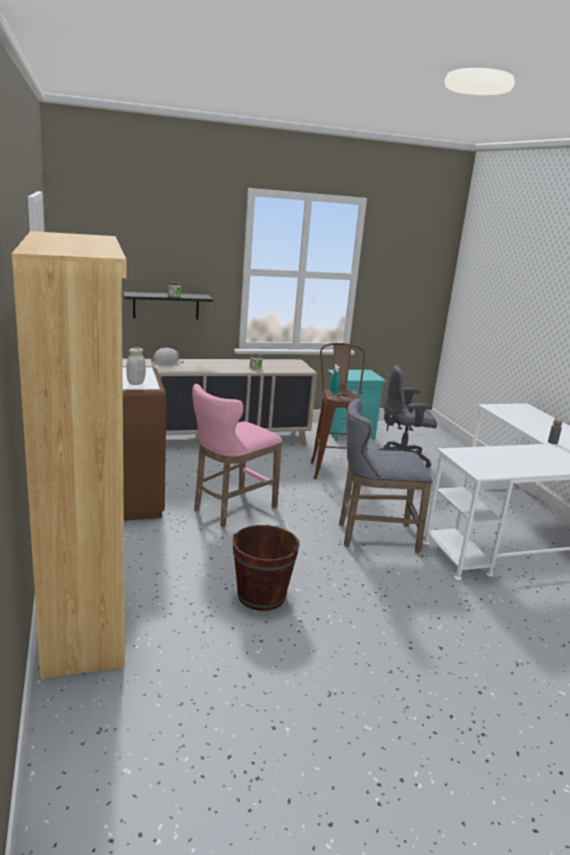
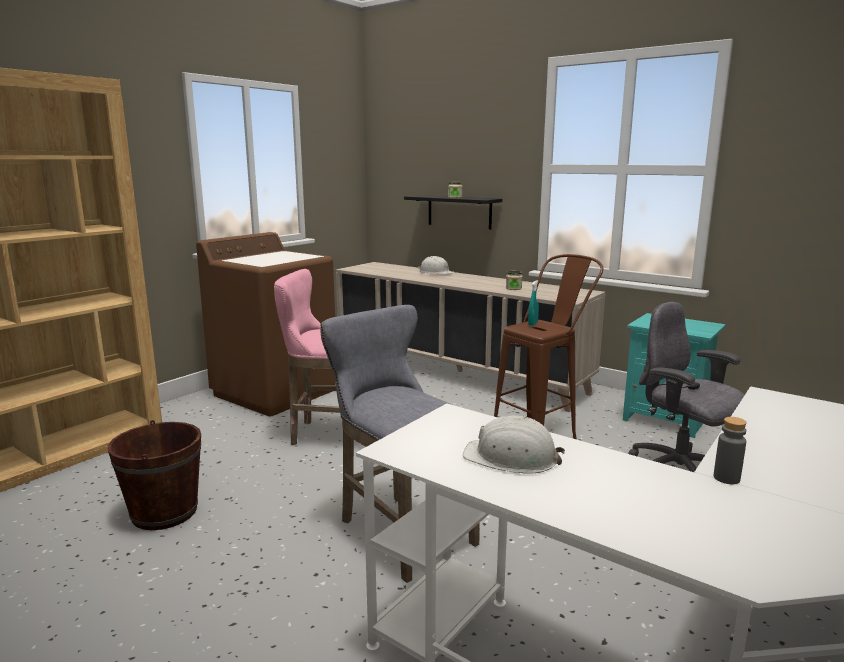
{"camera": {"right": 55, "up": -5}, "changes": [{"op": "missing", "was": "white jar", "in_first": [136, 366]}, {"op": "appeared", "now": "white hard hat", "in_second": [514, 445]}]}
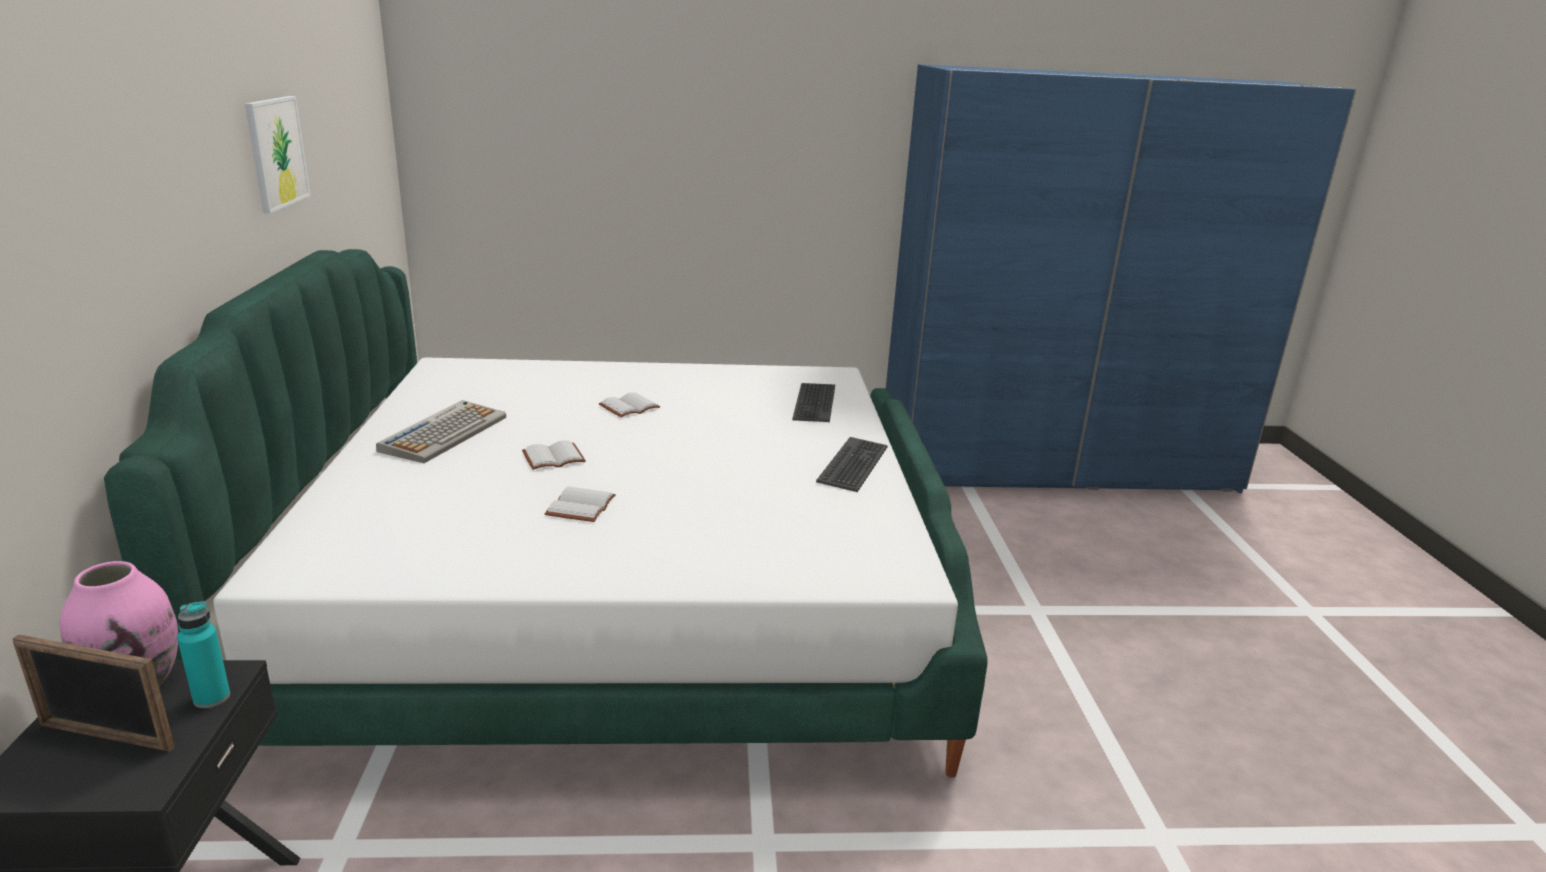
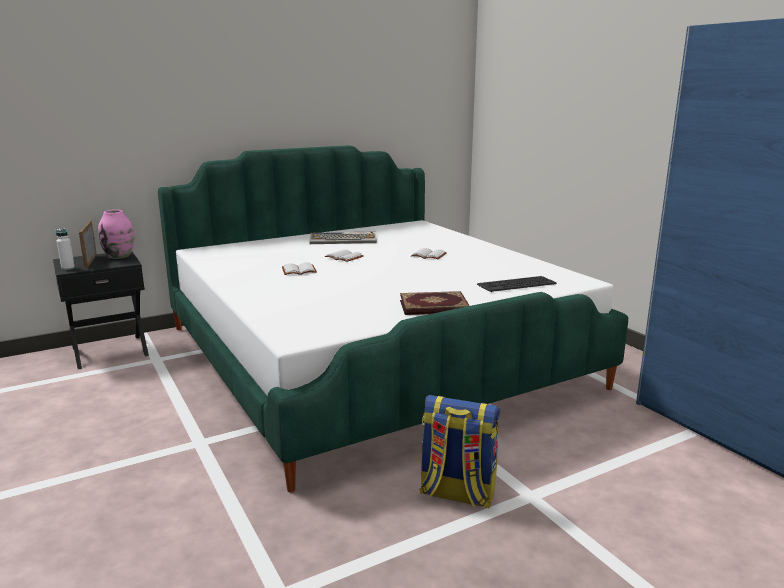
{"camera": {"right": 65, "up": -5}, "changes": [{"op": "missing", "was": "picture", "in_first": [278, 154]}, {"op": "exchanged", "was": "keyboard", "now": "book", "in_first": [852, 464], "in_second": [435, 303]}, {"op": "missing", "was": "turquoise bottle", "in_first": [203, 654]}, {"op": "appeared", "now": "white bottle", "in_second": [65, 249]}, {"op": "appeared", "now": "backpack", "in_second": [459, 451]}]}
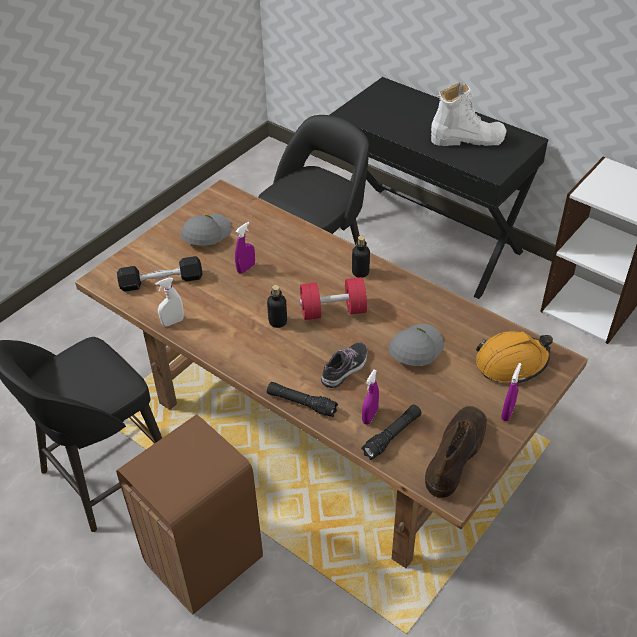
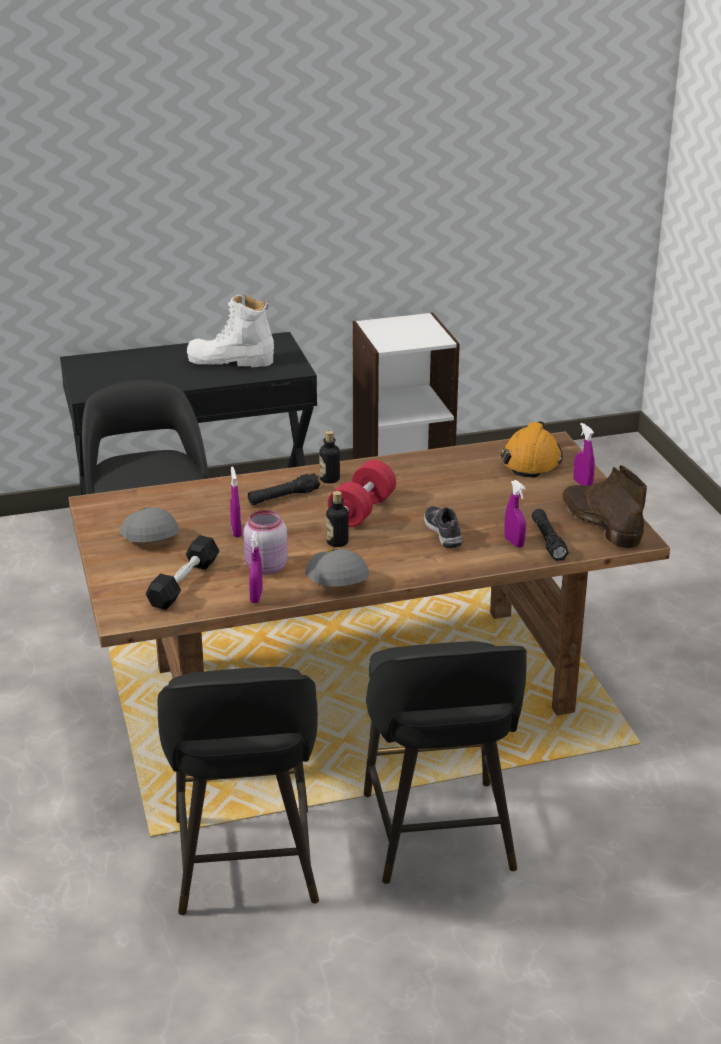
{"camera": {"right": -55, "up": -15}, "changes": [{"op": "spun", "was": "white boot", "in_first": [468, 114], "in_second": [230, 330], "clockwise": -120}, {"op": "colour", "was": "white spray bottle", "now": "purple spray bottle", "in_first": [169, 302], "in_second": [255, 567]}, {"op": "relocated", "was": "grey cap", "in_first": [416, 345], "in_second": [337, 567]}, {"op": "relocated", "was": "black flashlight", "in_first": [302, 399], "in_second": [284, 489]}, {"op": "exchanged", "was": "brown trash can", "now": "black stool", "in_first": [189, 514], "in_second": [445, 762]}, {"op": "appeared", "now": "pink jar", "in_second": [266, 542]}]}
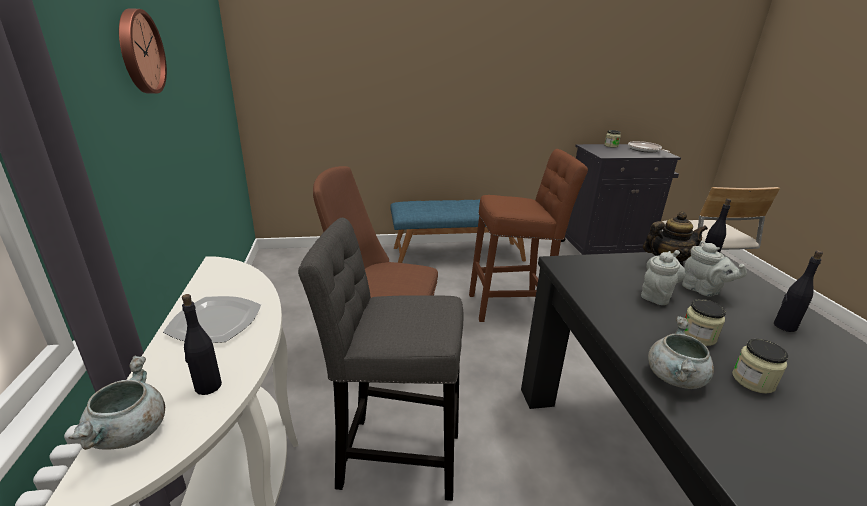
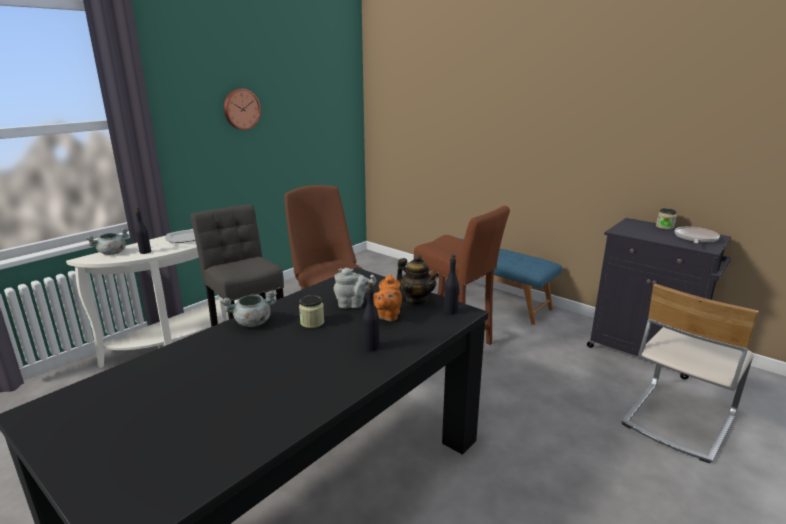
{"camera": {"right": 50, "up": -5}, "changes": [{"op": "colour", "was": "grey teapot", "now": "orange teapot", "in_first": [714, 269], "in_second": [388, 297]}, {"op": "missing", "was": "jar", "in_first": [760, 366]}]}
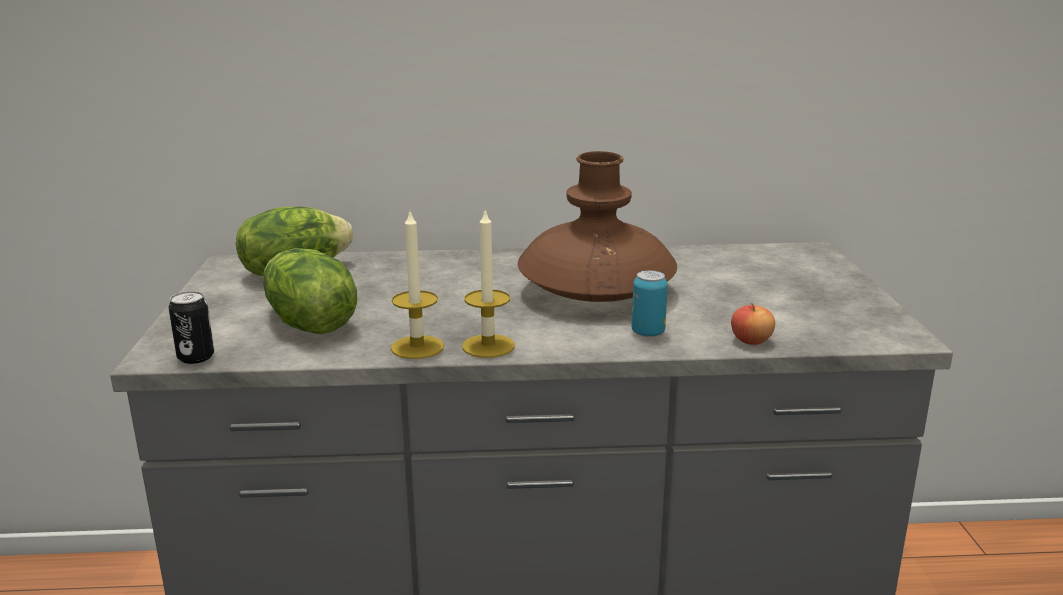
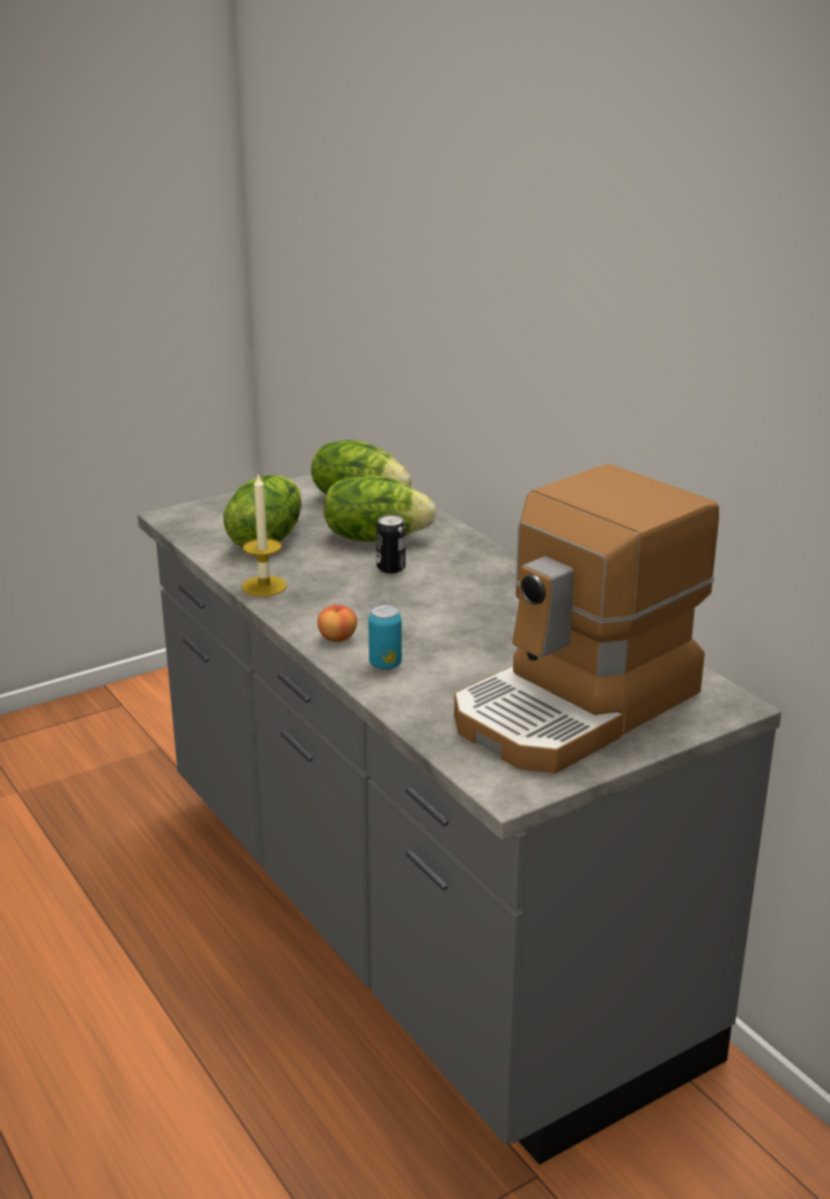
{"camera": {"right": 60, "up": 5}, "changes": [{"op": "missing", "was": "brown vase", "in_first": [597, 226]}, {"op": "missing", "was": "candle", "in_first": [488, 283]}, {"op": "relocated", "was": "can", "in_first": [191, 327], "in_second": [391, 544]}, {"op": "relocated", "was": "apple", "in_first": [753, 324], "in_second": [337, 622]}, {"op": "appeared", "now": "coffee machine", "in_second": [586, 618]}, {"op": "appeared", "now": "lettuce", "in_second": [380, 508]}]}
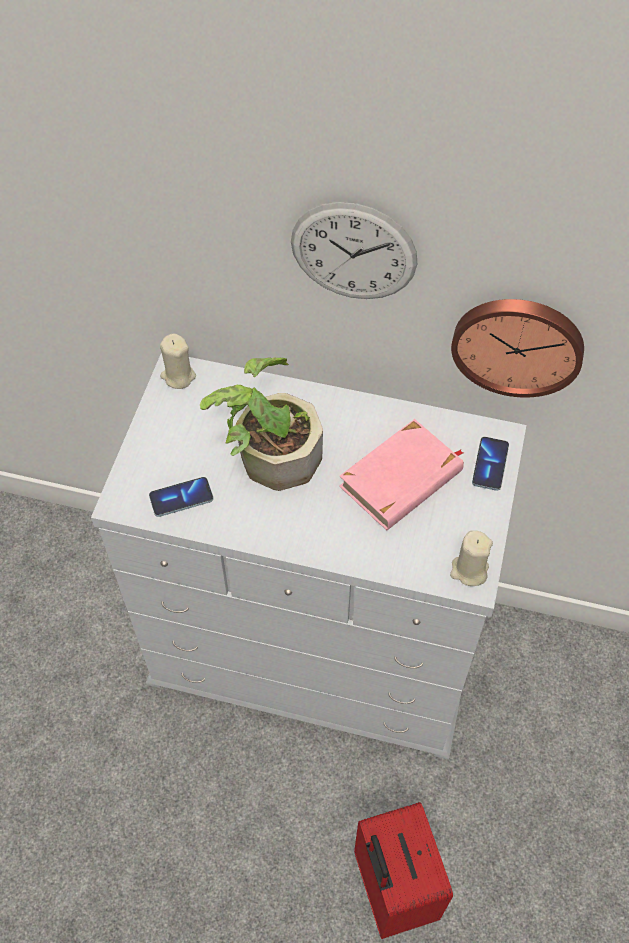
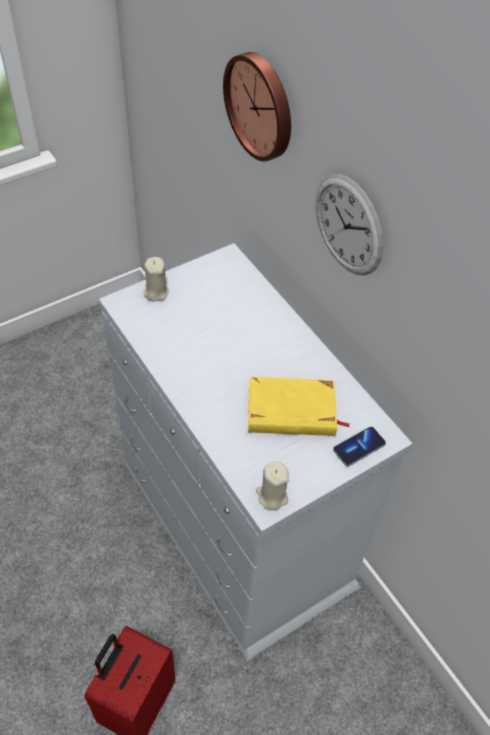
{"camera": {"right": 40, "up": -5}, "changes": [{"op": "relocated", "was": "wall clock", "in_first": [517, 348], "in_second": [257, 106]}, {"op": "relocated", "was": "beige candle", "in_first": [178, 361], "in_second": [156, 279]}, {"op": "missing", "was": "potted plant", "in_first": [261, 424]}, {"op": "colour", "was": "pink book", "now": "yellow book", "in_first": [401, 474], "in_second": [299, 406]}, {"op": "missing", "was": "phone", "in_first": [181, 497]}]}
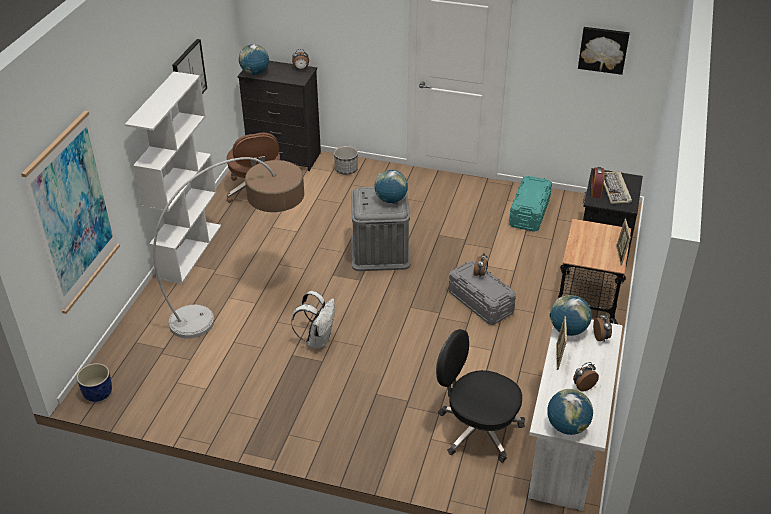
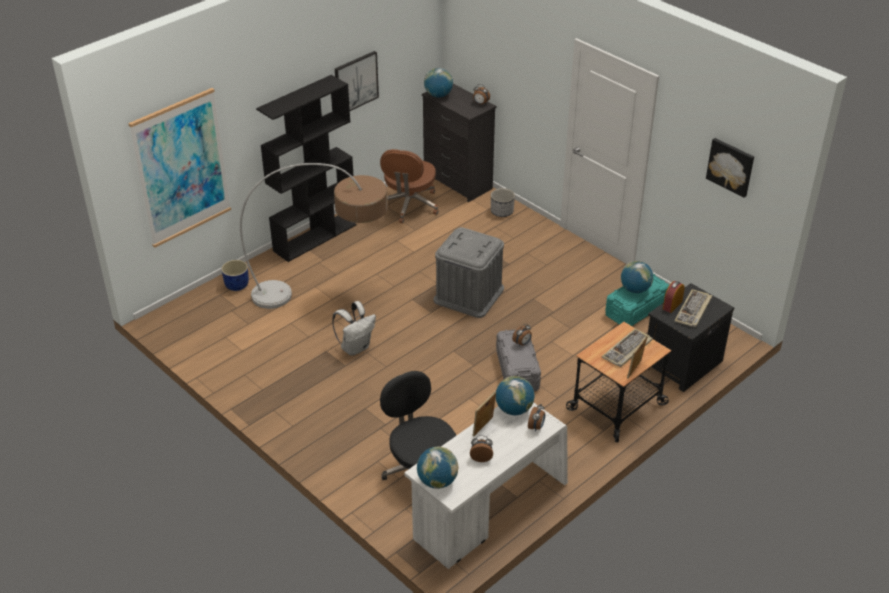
{"camera": {"right": 30, "up": 0}, "changes": [{"op": "colour", "was": "white bookcase", "now": "black bookcase", "in_first": [173, 178], "in_second": [306, 168]}, {"op": "relocated", "was": "globe", "in_first": [391, 186], "in_second": [637, 277]}, {"op": "relocated", "was": "blue planter", "in_first": [94, 382], "in_second": [235, 275]}, {"op": "appeared", "now": "keyboard", "in_second": [627, 347]}]}
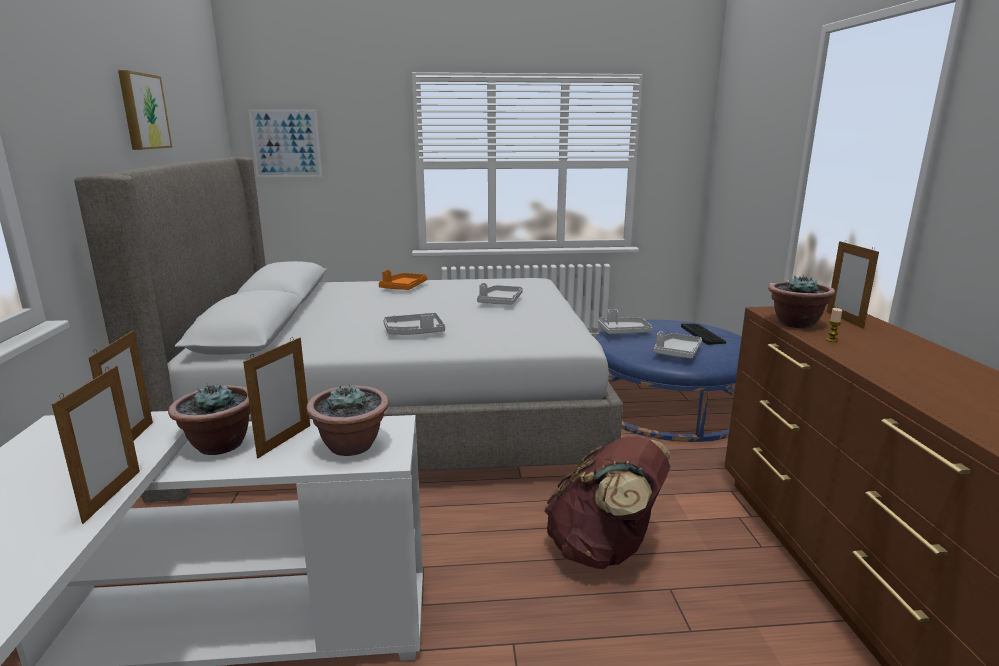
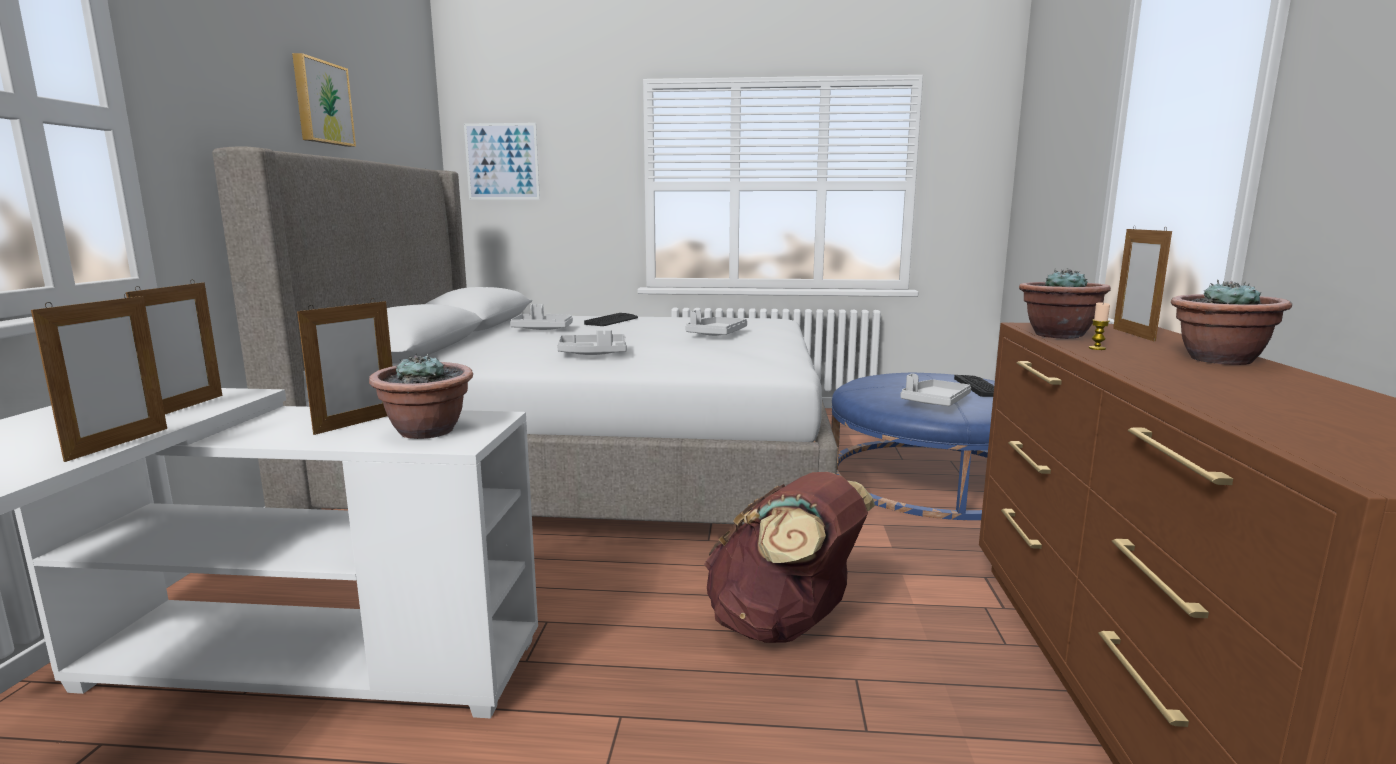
{"camera": {"right": 10, "up": -5}, "changes": [{"op": "exchanged", "was": "orange tray", "now": "keyboard", "in_first": [403, 280], "in_second": [611, 319]}, {"op": "relocated", "was": "grey tray", "in_first": [625, 321], "in_second": [541, 317]}, {"op": "relocated", "was": "potted plant", "in_first": [209, 418], "in_second": [1231, 322]}]}
